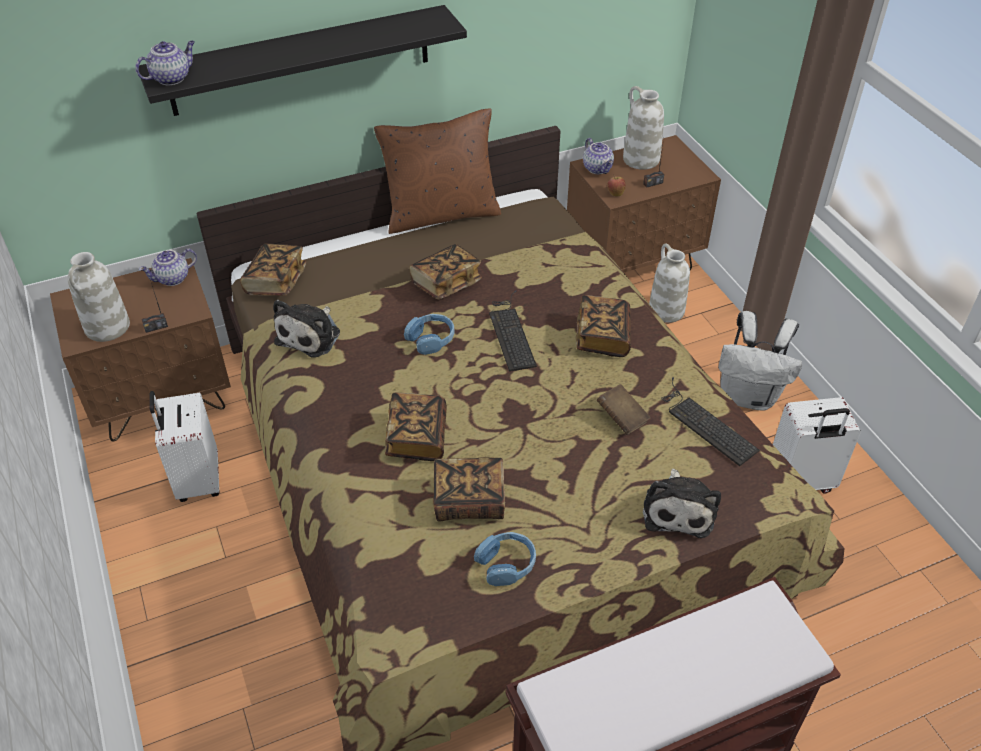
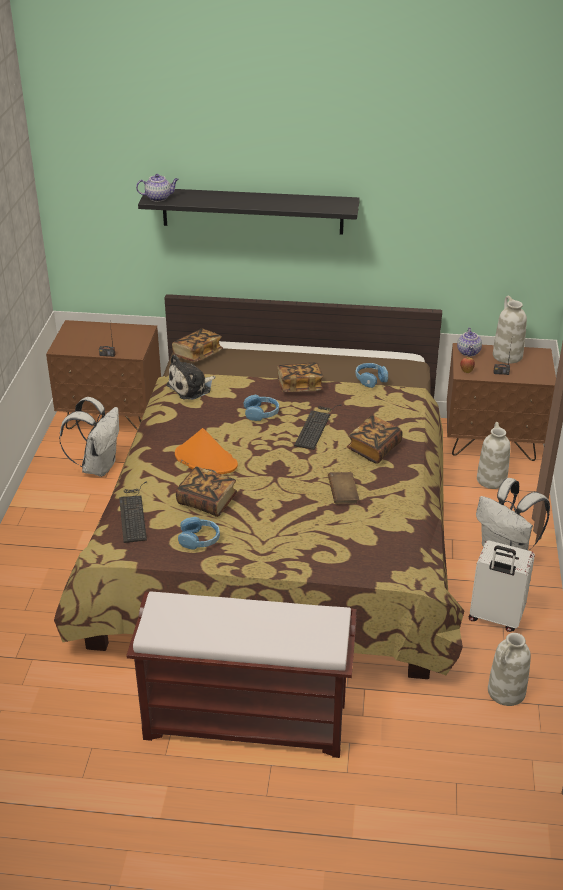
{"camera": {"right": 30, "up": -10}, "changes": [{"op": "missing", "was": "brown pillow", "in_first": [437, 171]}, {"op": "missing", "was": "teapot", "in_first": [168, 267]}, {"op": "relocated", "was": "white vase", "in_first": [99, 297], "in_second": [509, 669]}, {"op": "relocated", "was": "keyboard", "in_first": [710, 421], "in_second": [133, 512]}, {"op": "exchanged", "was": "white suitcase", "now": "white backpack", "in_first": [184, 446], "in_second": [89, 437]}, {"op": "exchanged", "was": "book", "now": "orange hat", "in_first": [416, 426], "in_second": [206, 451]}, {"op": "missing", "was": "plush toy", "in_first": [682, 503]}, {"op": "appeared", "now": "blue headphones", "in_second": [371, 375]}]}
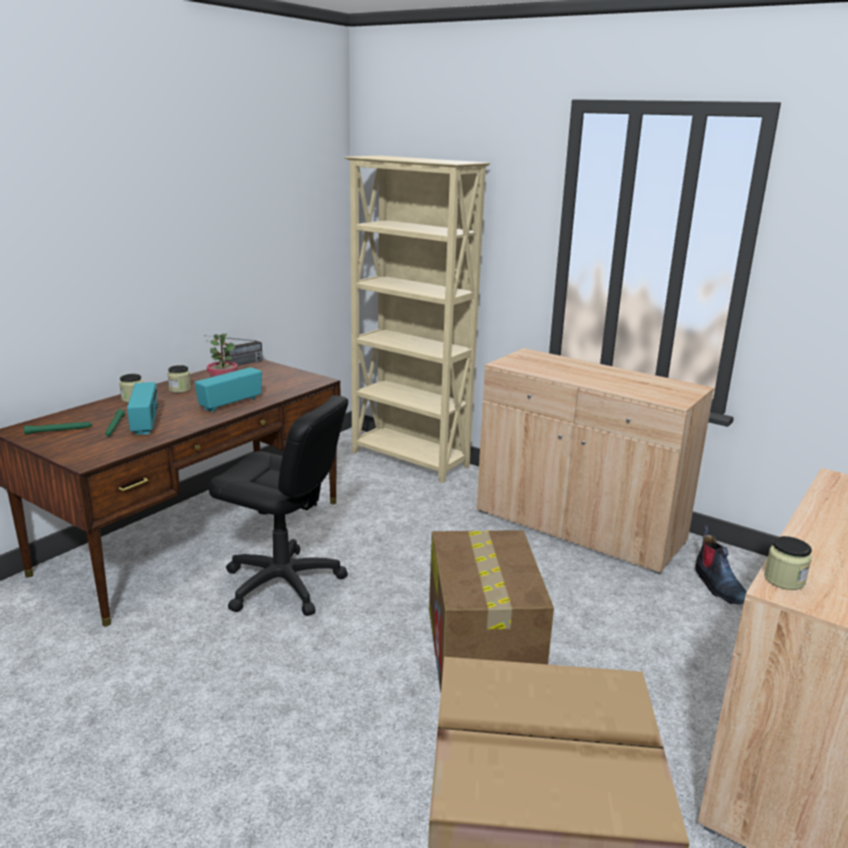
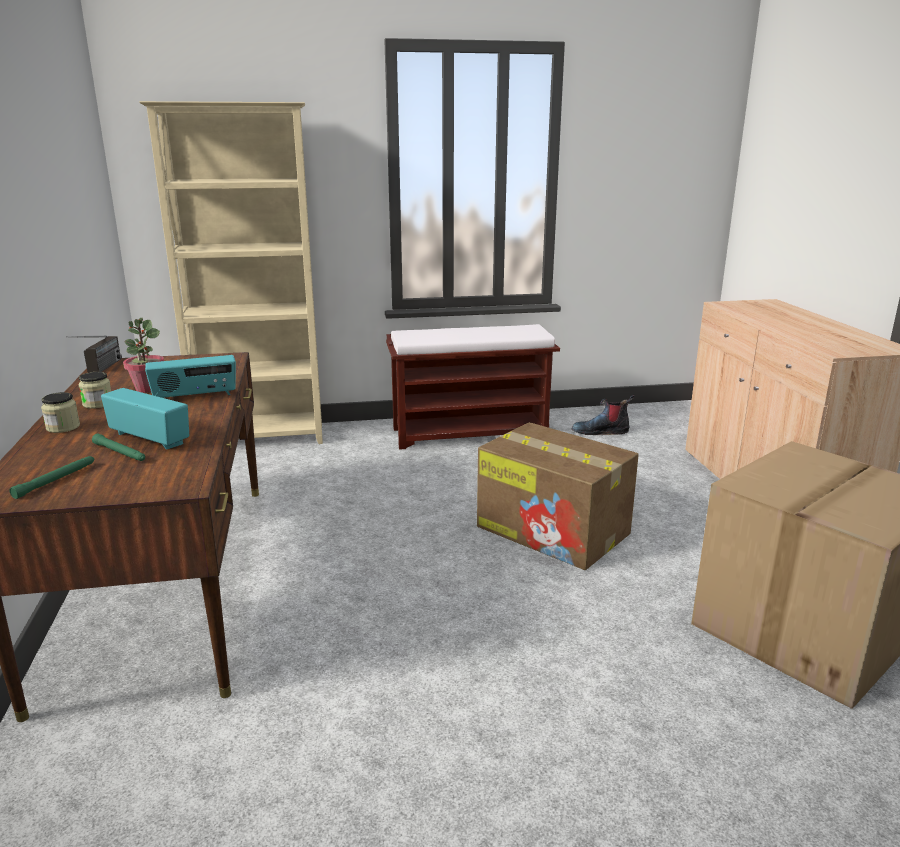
{"camera": {"right": -45, "up": 0}, "changes": [{"op": "exchanged", "was": "beige cabinet", "now": "brown bench", "in_first": [595, 461], "in_second": [473, 387]}, {"op": "spun", "was": "radio", "in_first": [228, 389], "in_second": [190, 376], "clockwise": -105}, {"op": "missing", "was": "black office chair", "in_first": [278, 505]}, {"op": "spun", "was": "boot", "in_first": [721, 564], "in_second": [603, 415], "clockwise": 150}, {"op": "missing", "was": "jar", "in_first": [788, 563]}]}
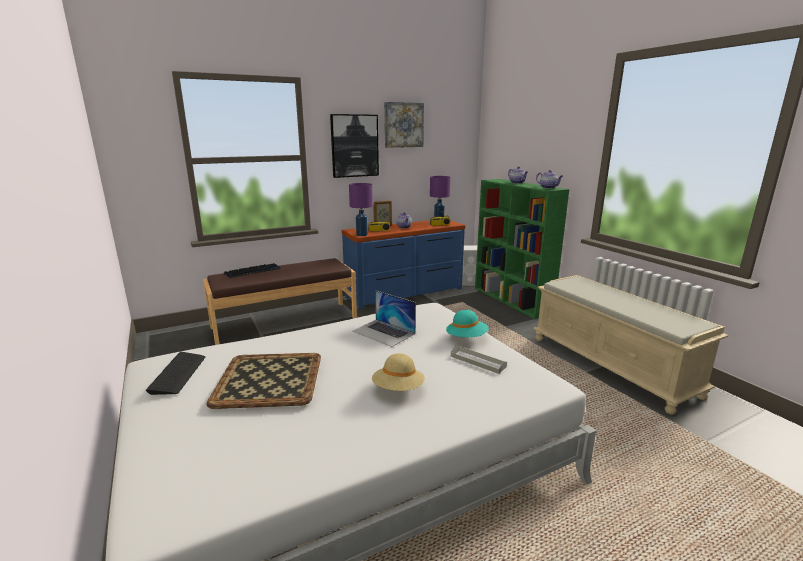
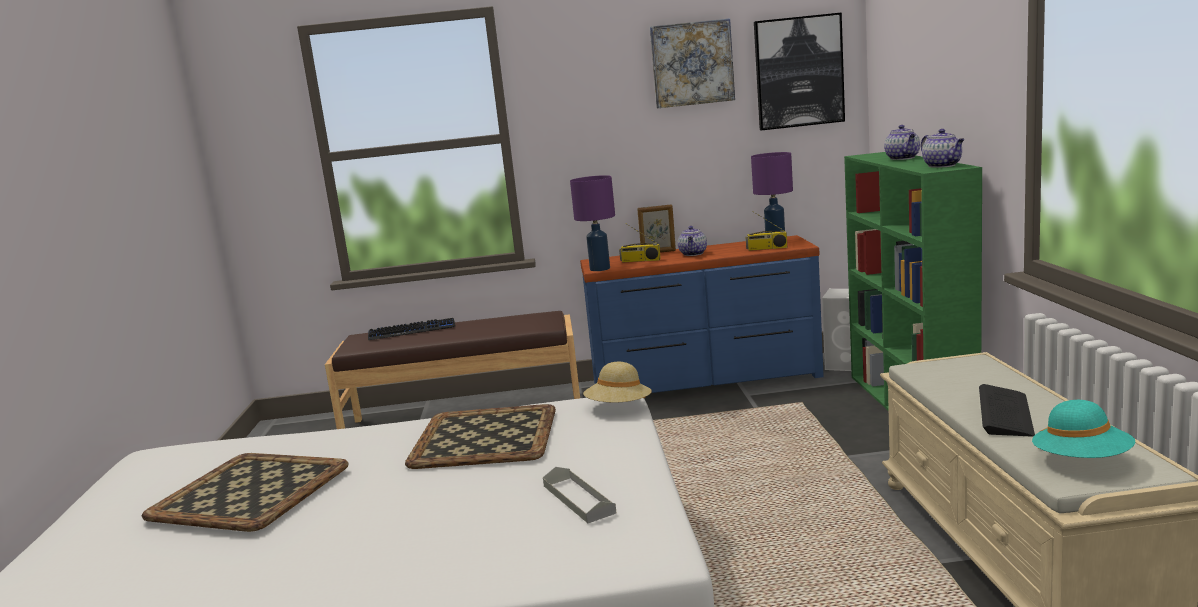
{"camera": {"right": 25, "up": -5}, "changes": [{"op": "relocated", "was": "picture", "in_first": [354, 146], "in_second": [799, 71]}, {"op": "exchanged", "was": "laptop", "now": "tray", "in_first": [384, 318], "in_second": [480, 436]}, {"op": "relocated", "was": "turquoise hat", "in_first": [467, 323], "in_second": [1083, 429]}, {"op": "relocated", "was": "keyboard", "in_first": [175, 373], "in_second": [1007, 410]}, {"op": "relocated", "was": "beige hat", "in_first": [398, 372], "in_second": [617, 382]}]}
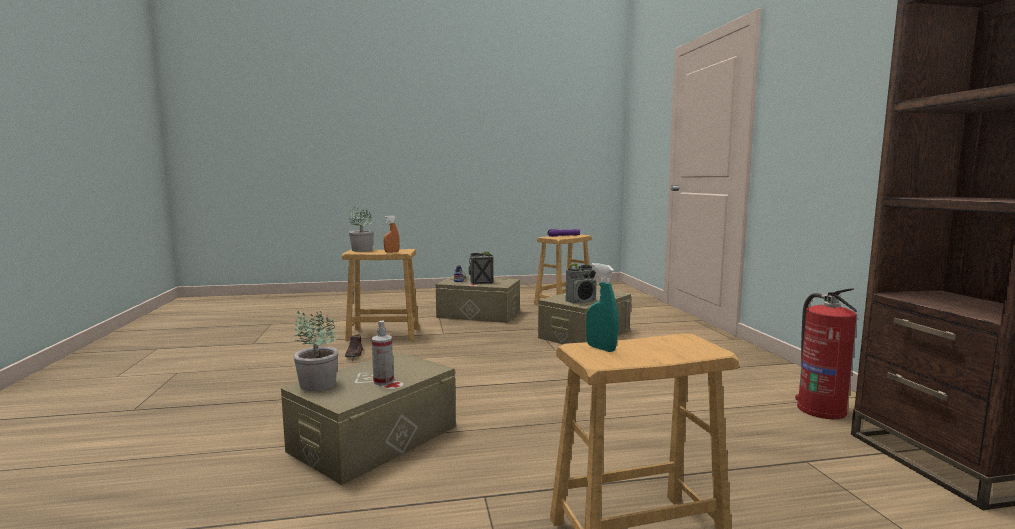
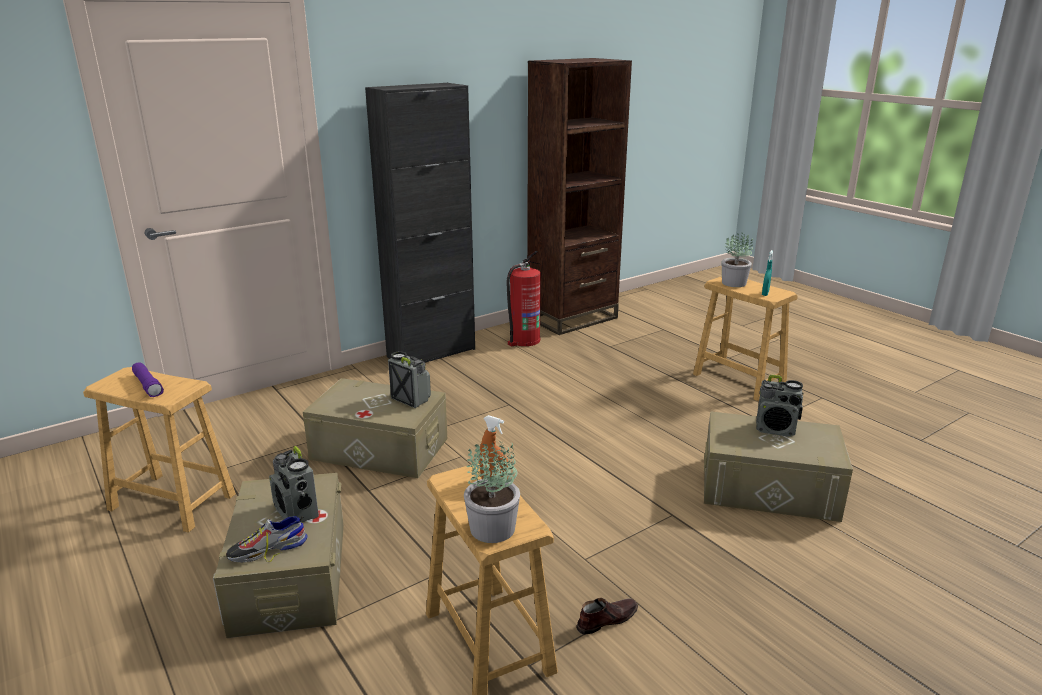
{"camera": {"right": -115, "up": 15}, "changes": [{"op": "relocated", "was": "potted plant", "in_first": [316, 350], "in_second": [737, 260]}, {"op": "exchanged", "was": "spray bottle", "now": "radio", "in_first": [383, 352], "in_second": [780, 406]}, {"op": "appeared", "now": "black cabinet", "in_second": [420, 223]}]}
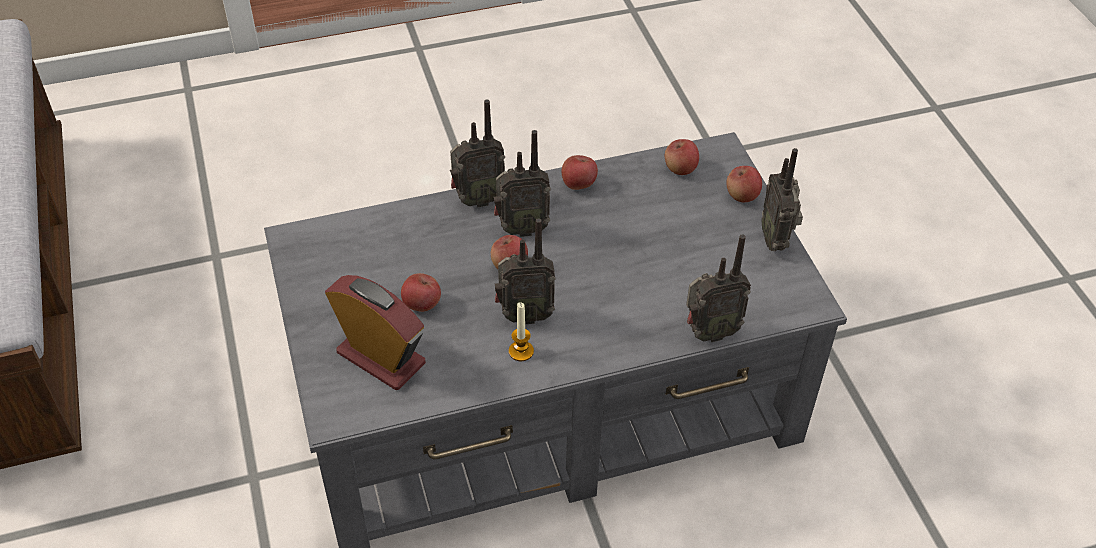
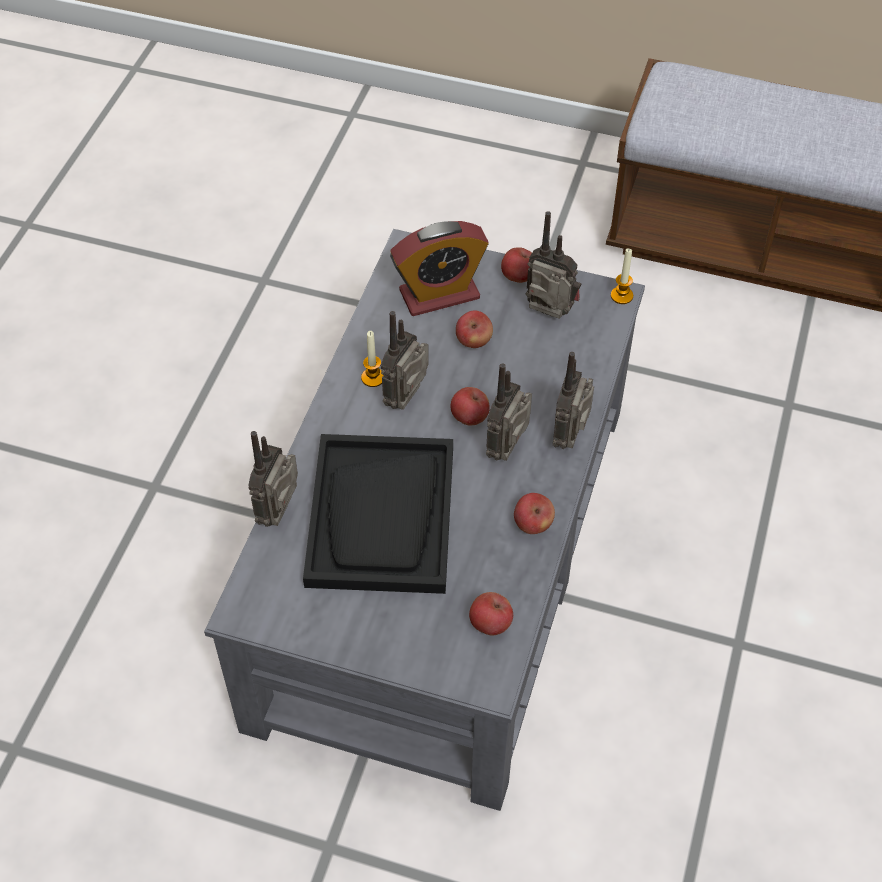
{"camera": {"right": 125, "up": 5}, "changes": [{"op": "relocated", "was": "radio", "in_first": [782, 199], "in_second": [553, 265]}, {"op": "relocated", "was": "apple", "in_first": [744, 184], "in_second": [516, 265]}, {"op": "appeared", "now": "candle", "in_second": [622, 276]}, {"op": "appeared", "now": "black tray", "in_second": [378, 514]}]}
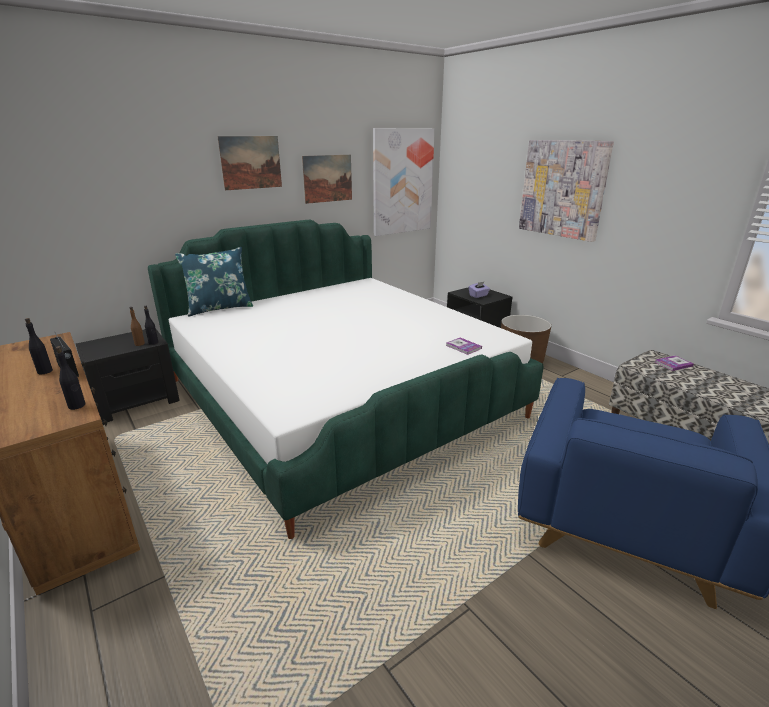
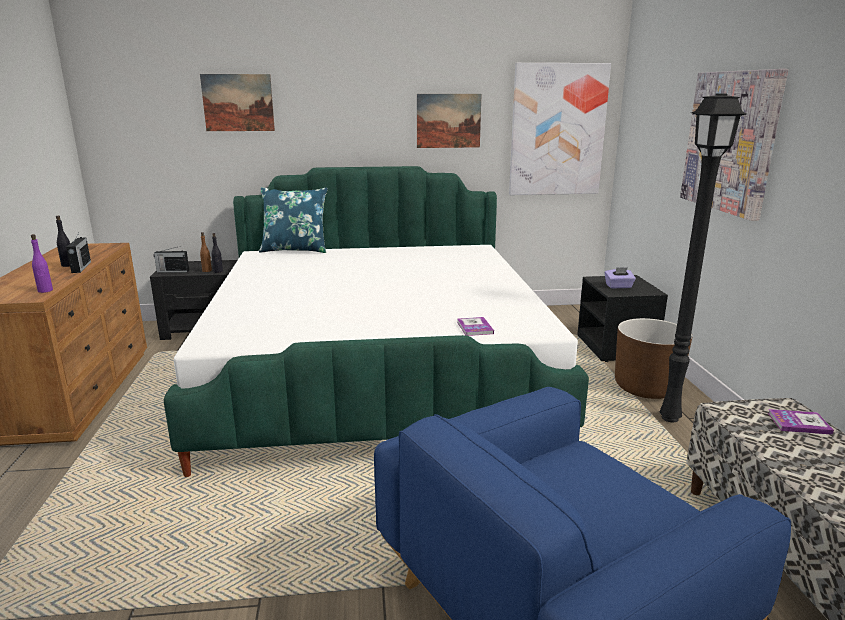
{"camera": {"right": 30, "up": -5}, "changes": [{"op": "relocated", "was": "picture", "in_first": [249, 163], "in_second": [237, 102]}, {"op": "colour", "was": "black bottle", "now": "purple bottle", "in_first": [70, 378], "in_second": [42, 263]}, {"op": "appeared", "now": "black floor lamp", "in_second": [703, 258]}, {"op": "appeared", "now": "radio", "in_second": [171, 259]}]}
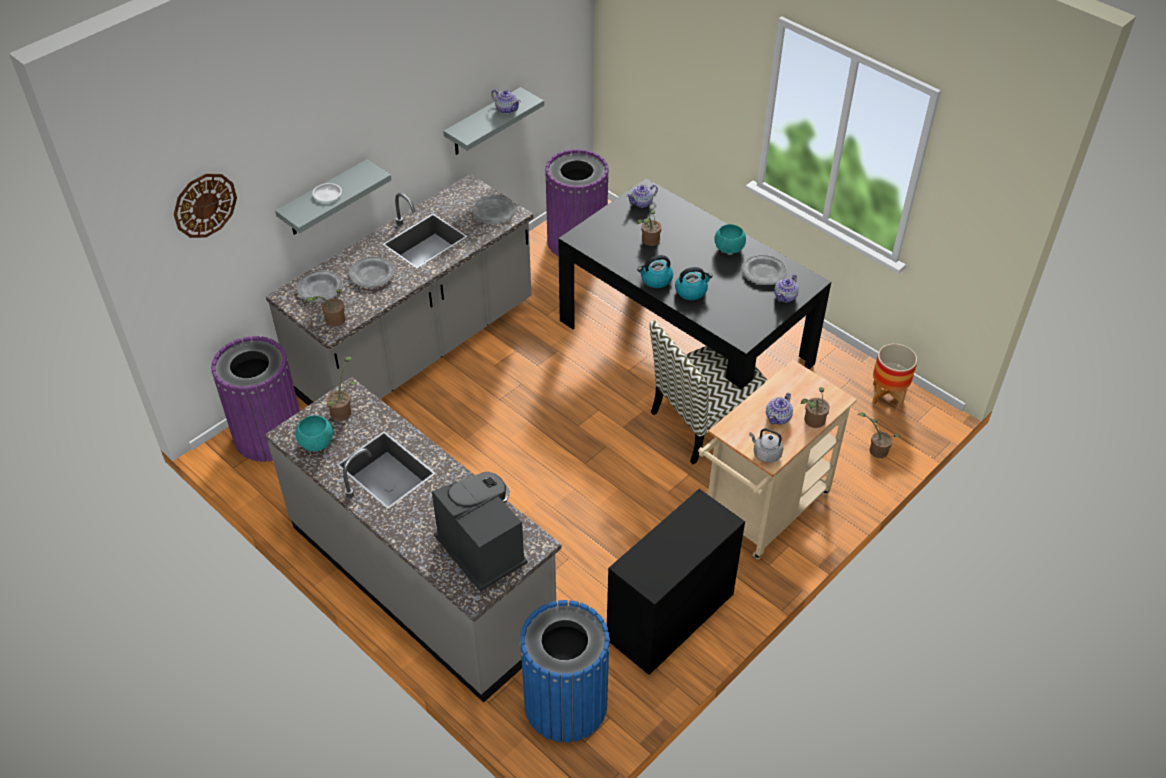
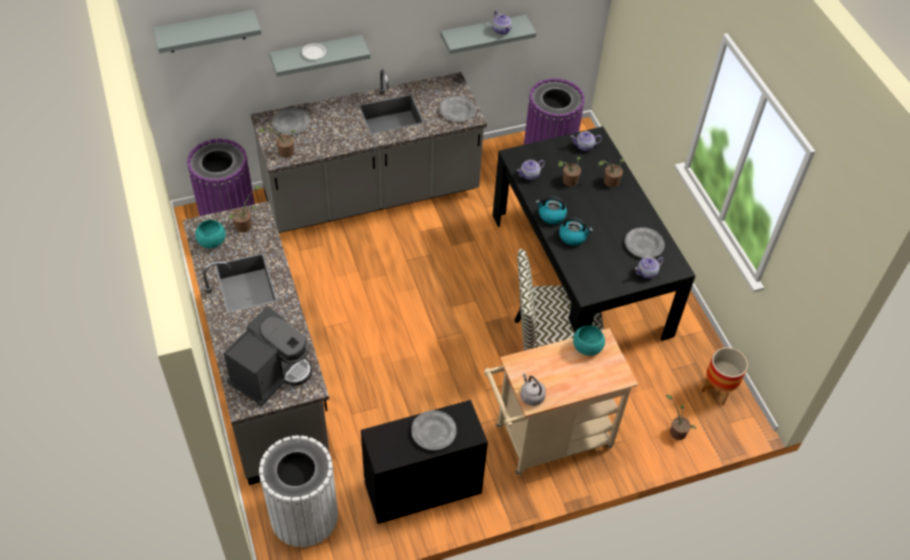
{"camera": {"right": 25, "up": 5}, "changes": [{"op": "exchanged", "was": "wall clock", "now": "grey shelf", "in_first": [205, 206], "in_second": [207, 31]}, {"op": "relocated", "was": "turquoise bowl", "in_first": [730, 239], "in_second": [589, 340]}, {"op": "relocated", "was": "grey plate", "in_first": [372, 272], "in_second": [434, 430]}, {"op": "relocated", "was": "potted plant", "in_first": [815, 407], "in_second": [611, 173]}, {"op": "relocated", "was": "teapot", "in_first": [779, 408], "in_second": [531, 170]}, {"op": "spun", "was": "coffee machine", "in_first": [480, 532], "in_second": [267, 356], "clockwise": 45}, {"op": "colour", "was": "blue trash can", "now": "white trash can", "in_first": [565, 671], "in_second": [298, 491]}]}
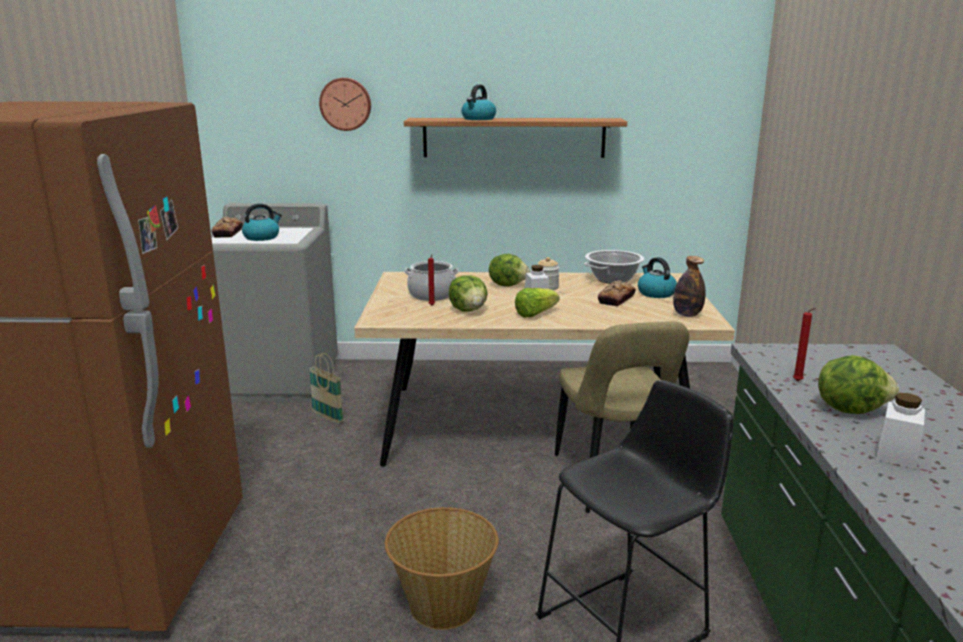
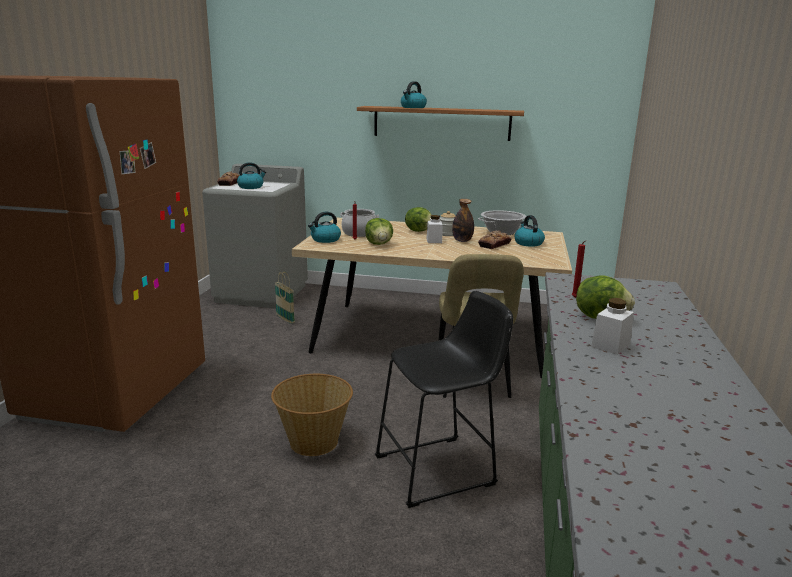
{"camera": {"right": 10, "up": 0}, "changes": [{"op": "missing", "was": "wall clock", "in_first": [345, 104]}, {"op": "relocated", "was": "bottle", "in_first": [689, 286], "in_second": [463, 220]}, {"op": "missing", "was": "lettuce", "in_first": [537, 302]}, {"op": "appeared", "now": "kettle", "in_second": [324, 227]}]}
